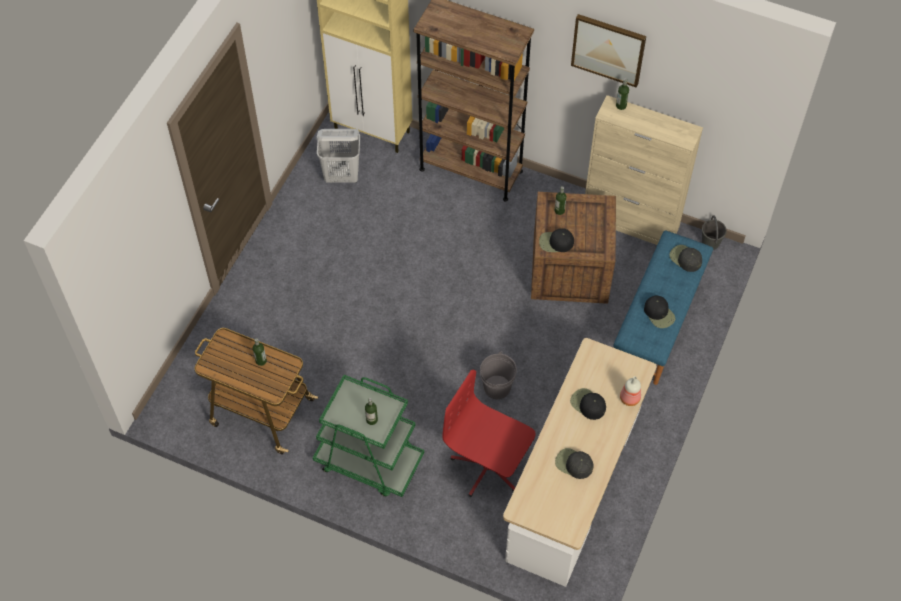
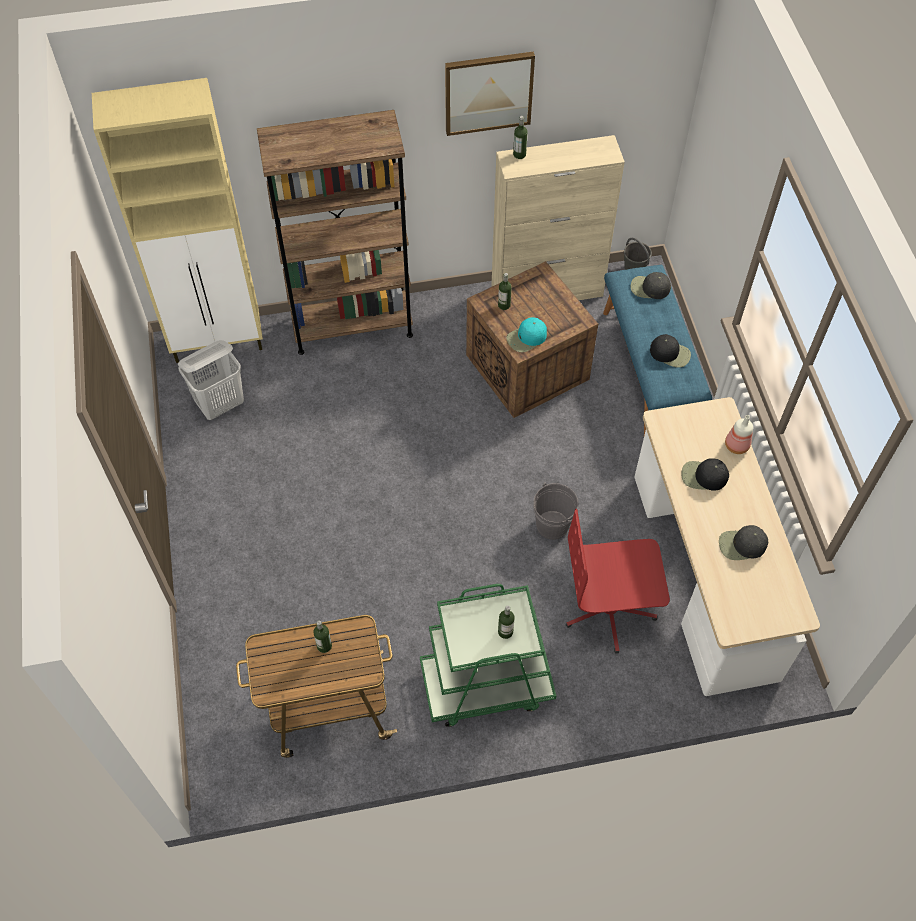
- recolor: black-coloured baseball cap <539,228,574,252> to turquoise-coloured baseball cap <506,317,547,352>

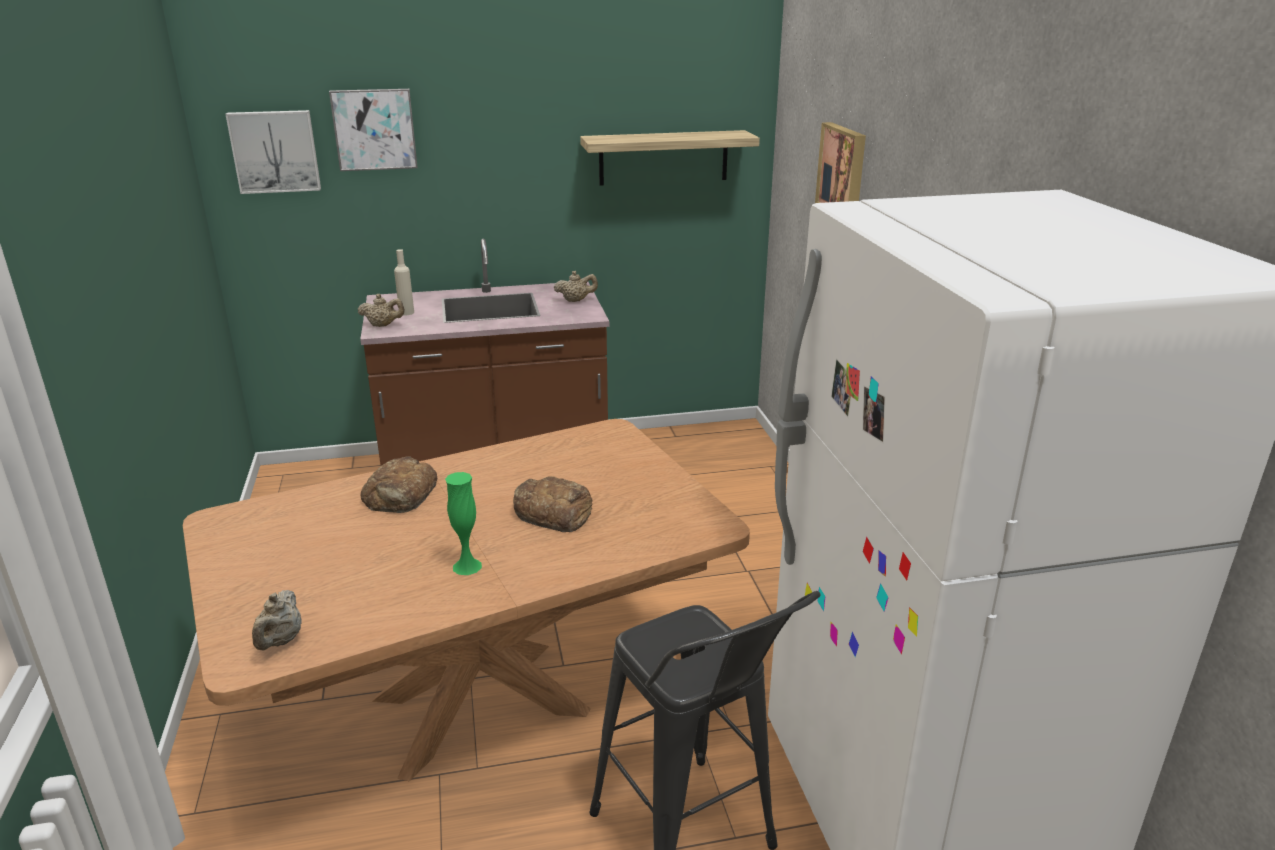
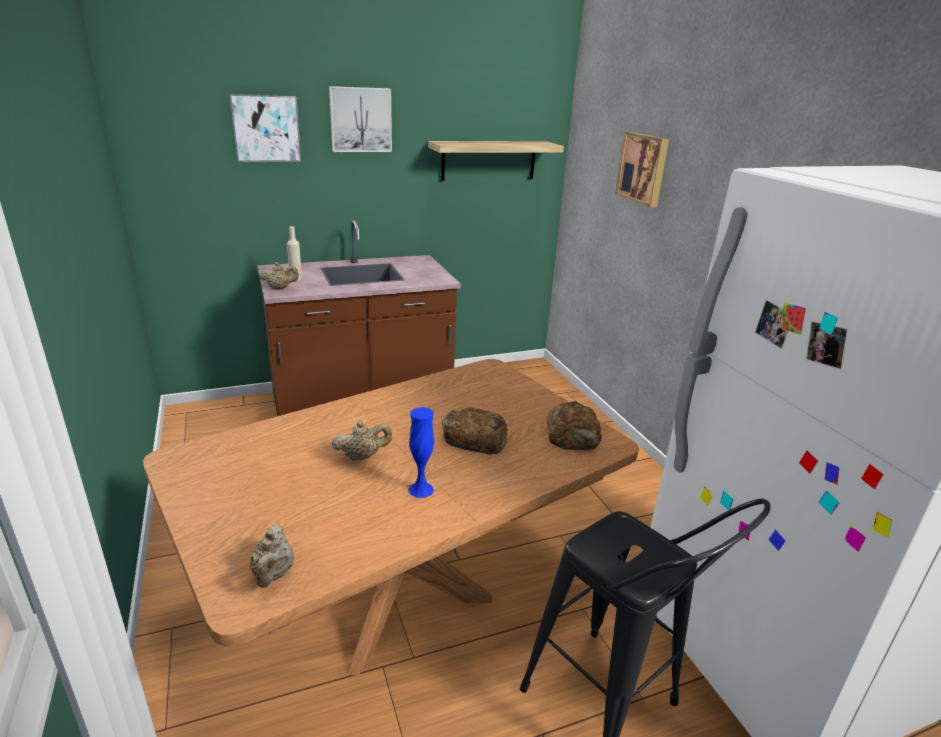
- move: picture <225,110,321,194> to <329,86,392,152>
- move: beige-coloured tea pot <554,271,598,302> to <332,421,392,461>
- move: bread <360,456,437,513> to <547,401,602,450>
- recolor: green-coloured decorative vase <445,472,482,575> to blue decorative vase <408,407,434,498>

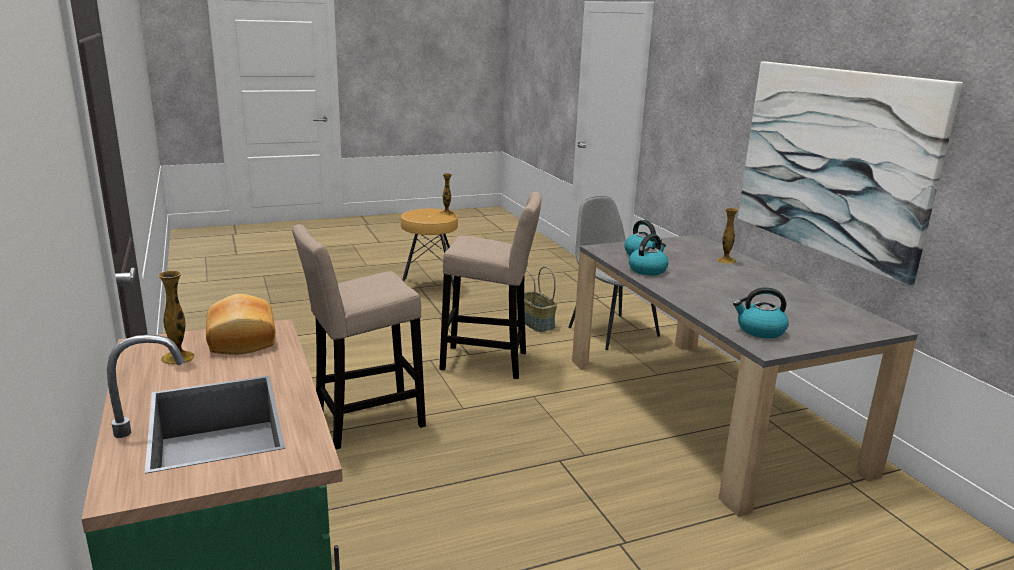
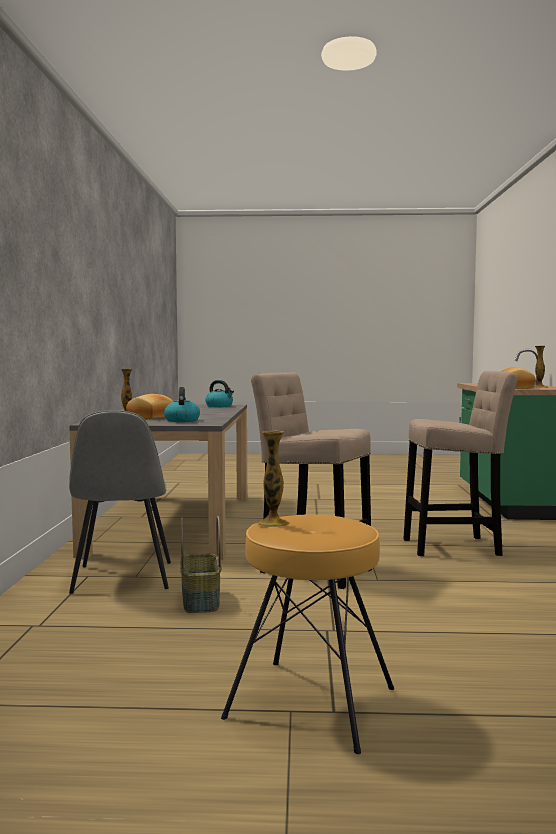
- delete: picture <738,61,962,287>
- delete: water kettle <629,234,669,276>
- insert: bread <126,394,174,420>

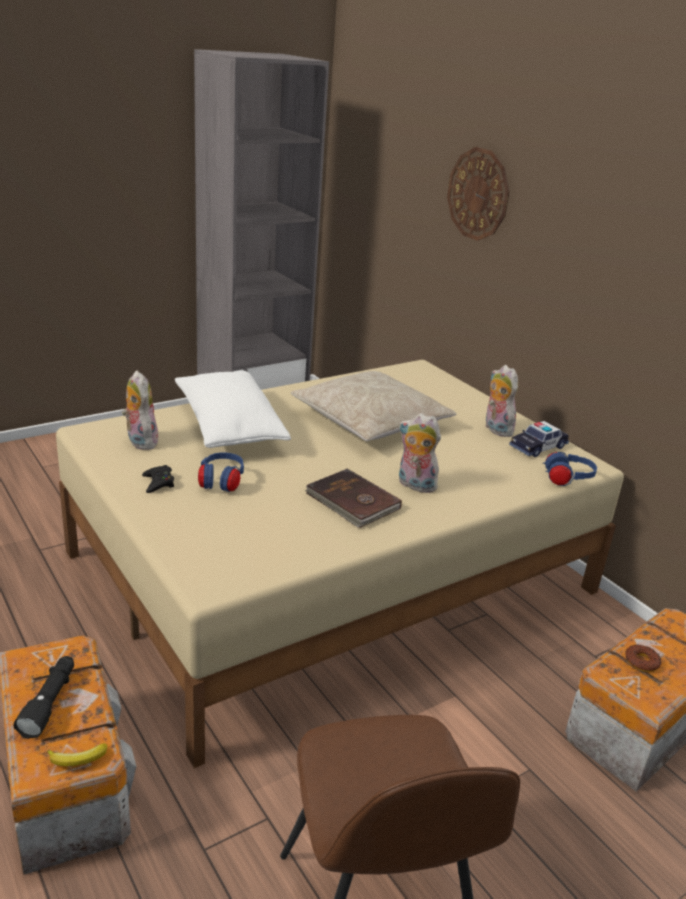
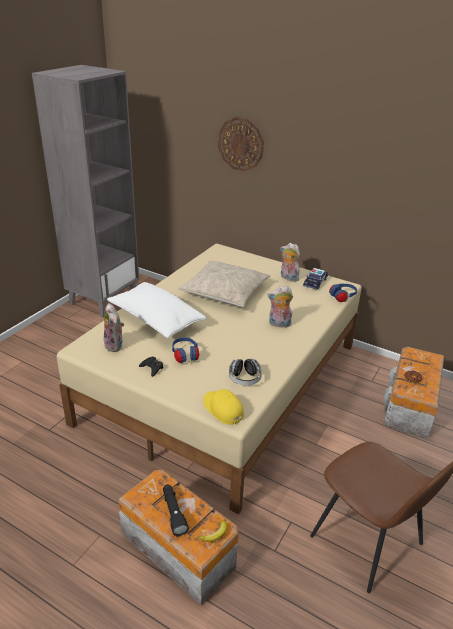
- rotate: soft toy <122,370,158,450> = <104,303,124,352> 150 degrees counterclockwise
- delete: brown volume <305,469,402,528>
- insert: headset <229,358,262,386>
- insert: yellow baseball cap <203,389,244,425>

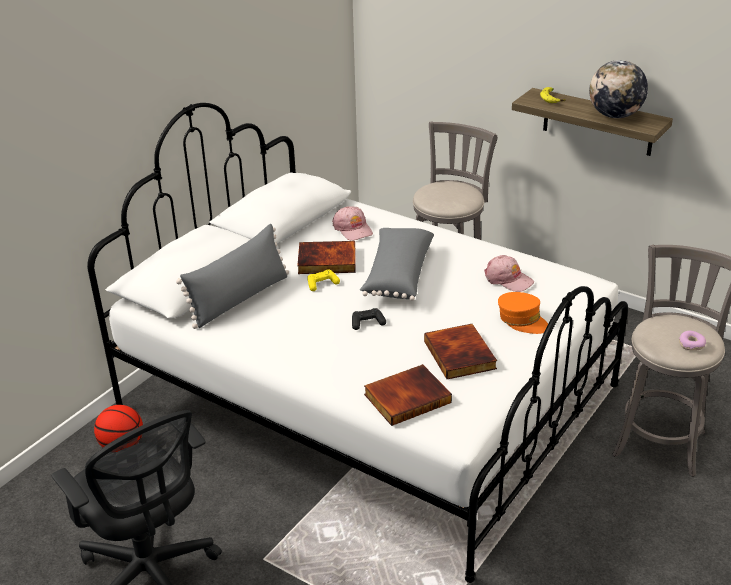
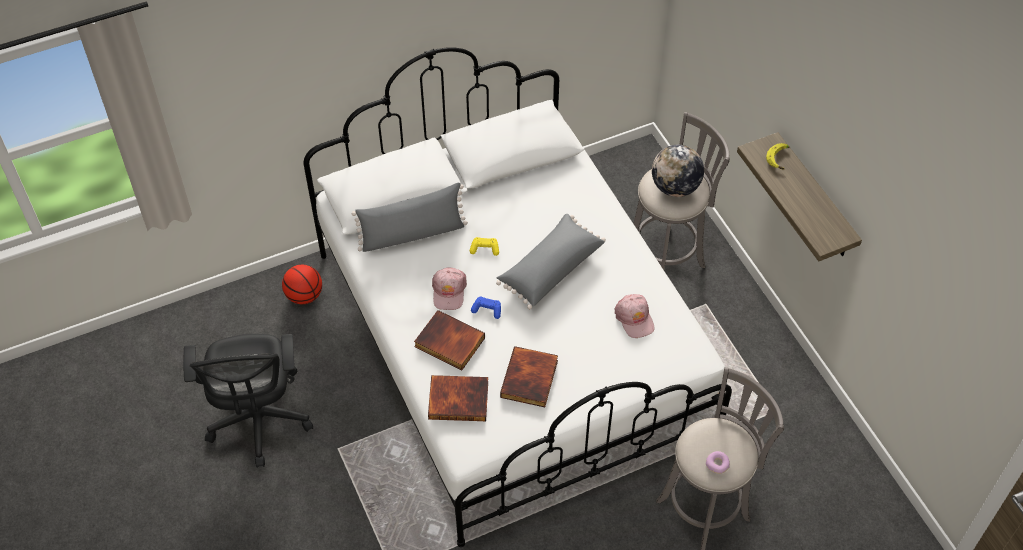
- move: world globe <589,60,648,118> to <652,145,704,197>
- move: pink-coloured baseball cap <332,206,373,241> to <432,267,467,310>
- move: volume <297,241,356,274> to <414,310,485,370>
- delete: orangey baseball cap <498,292,548,334>
- recolor: black-coloured joypad <352,308,386,330> to blue joypad <471,296,501,319>

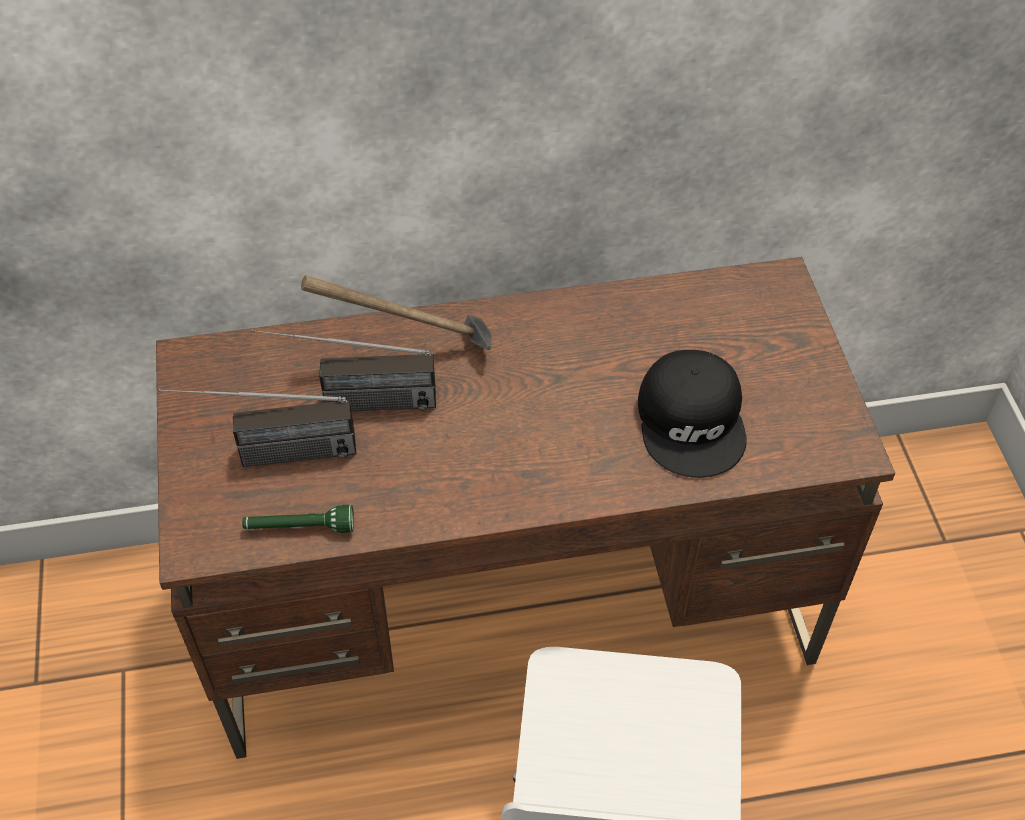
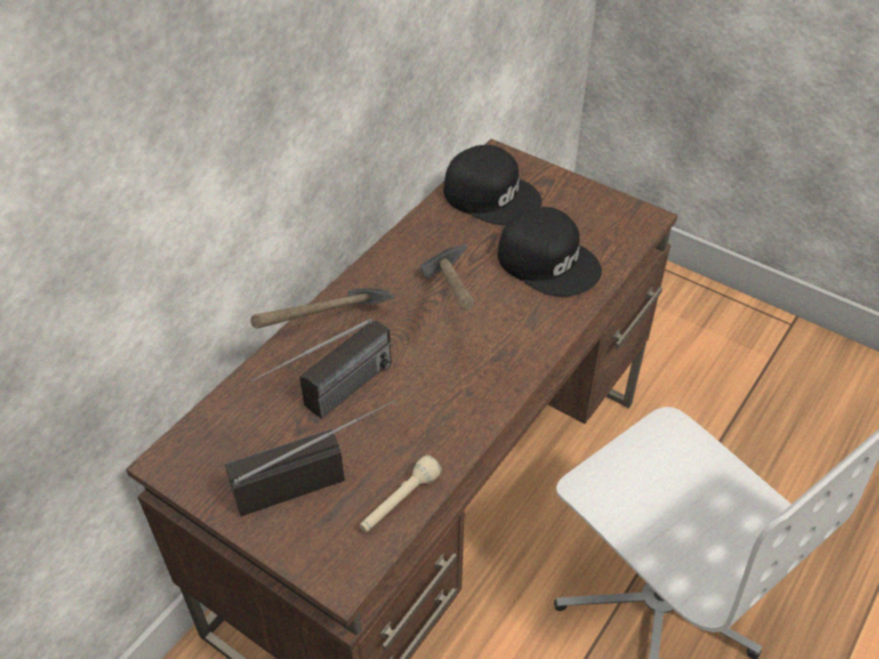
- rotate: radio set <159,389,356,467> = <225,400,395,517> 150 degrees counterclockwise
- recolor: green-coloured hand torch <242,505,354,533> to beige-coloured hand torch <360,455,442,532>
- insert: black-coloured baseball cap <444,145,542,225>
- insert: hammer <419,244,474,310>

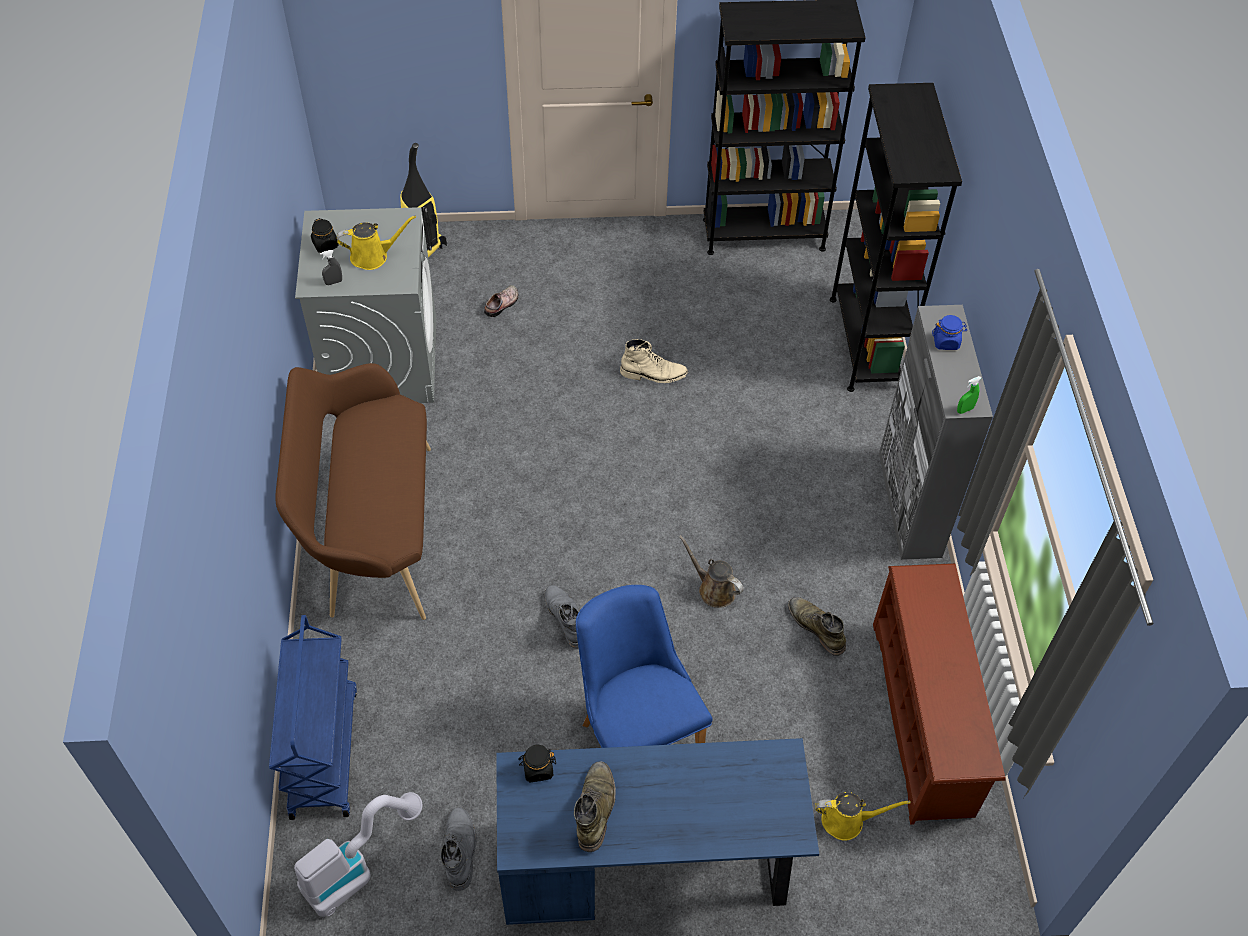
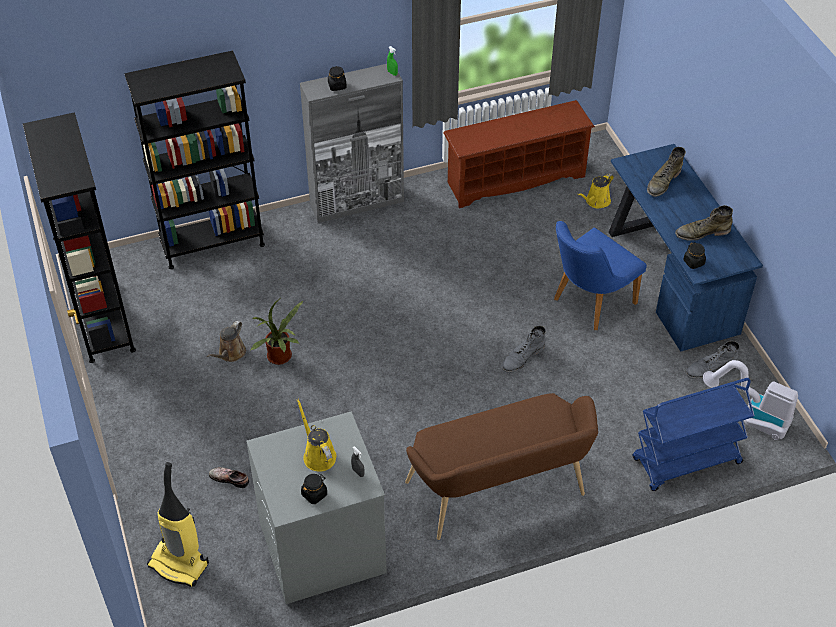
- recolor: blue storage jar <932,315,967,350> to black-coloured storage jar <328,66,347,91>
- replace: beige-coloured boot <620,339,688,383> to potted plant <250,299,303,365>
- move: brown watering pot <679,535,744,608> to <207,321,246,362>
- move: green-coloured boot <788,597,846,656> to <647,147,686,197>
- rotate: yellow watering pot <815,792,911,841> = <577,173,614,209> 120 degrees counterclockwise

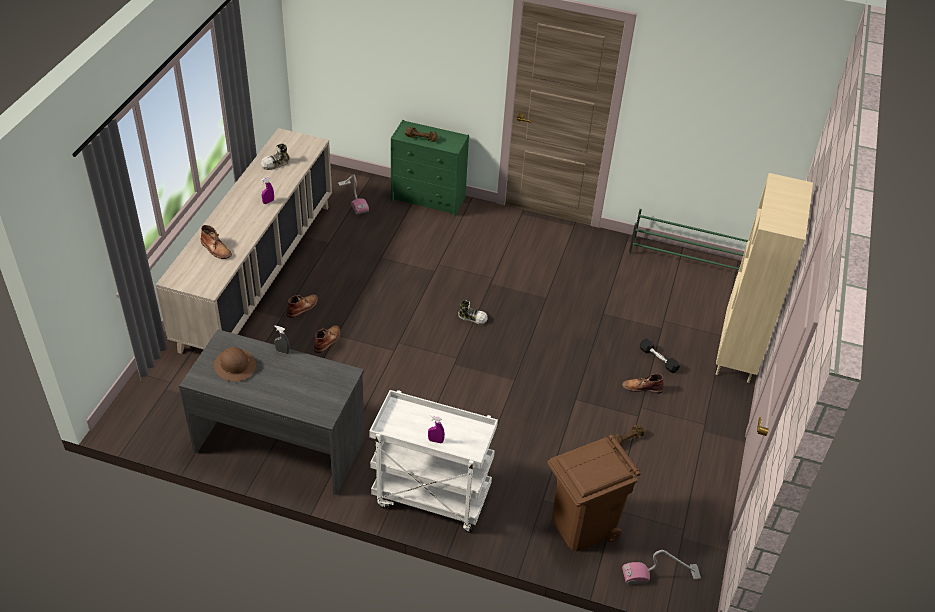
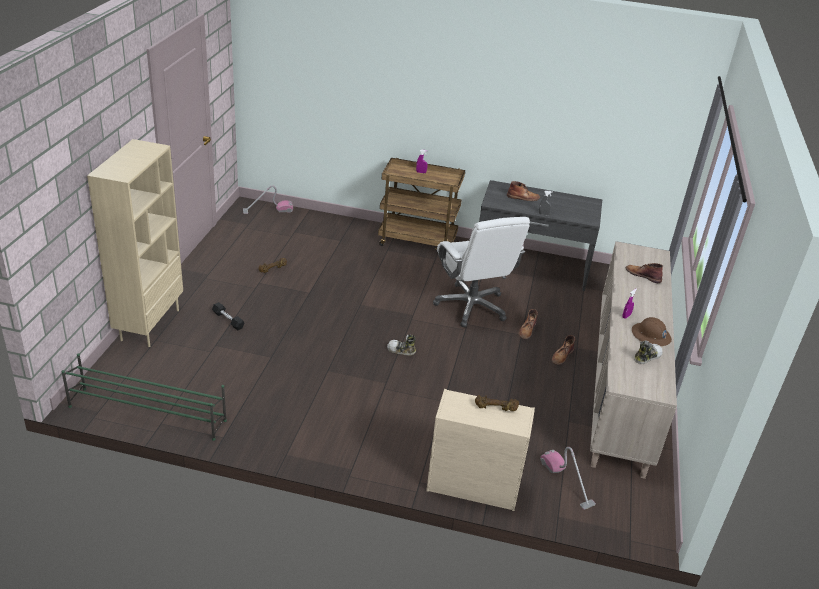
- recolor: green-coloured dresser <391,120,469,216> to beige-coloured dresser <426,389,535,511>
- move: brown hard hat <214,347,256,382> to <632,317,672,346>
- move: brown boot <622,374,664,394> to <507,181,540,201>
- recolor: white trolley <369,390,498,533> to brown trolley <378,158,465,251>
- delete: brown trash can <547,434,641,551>
- insert: white computer chair <433,217,530,327>

